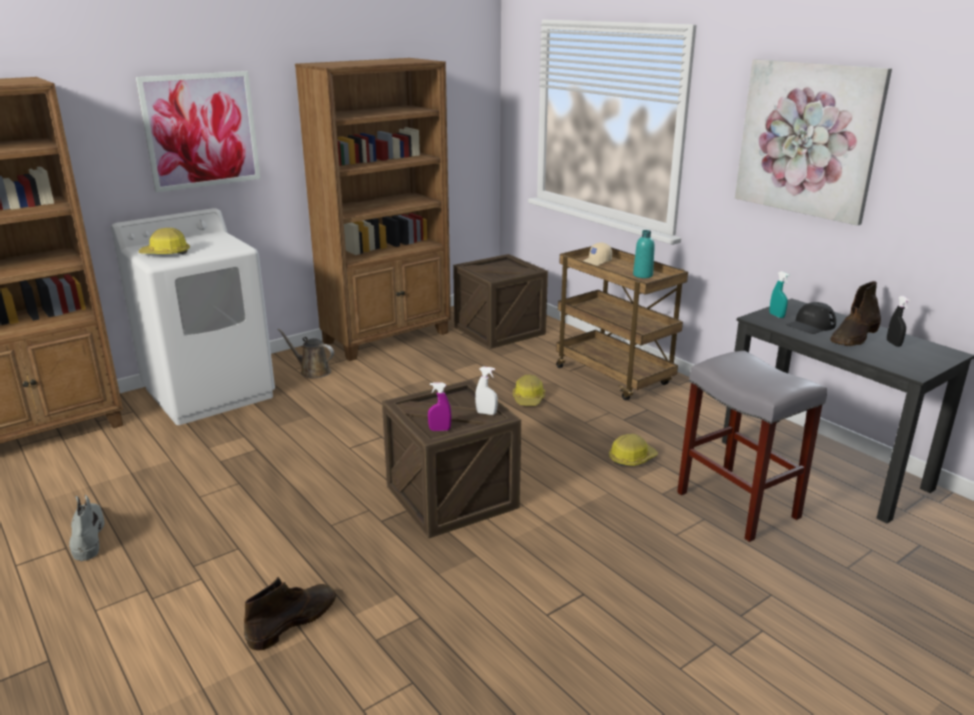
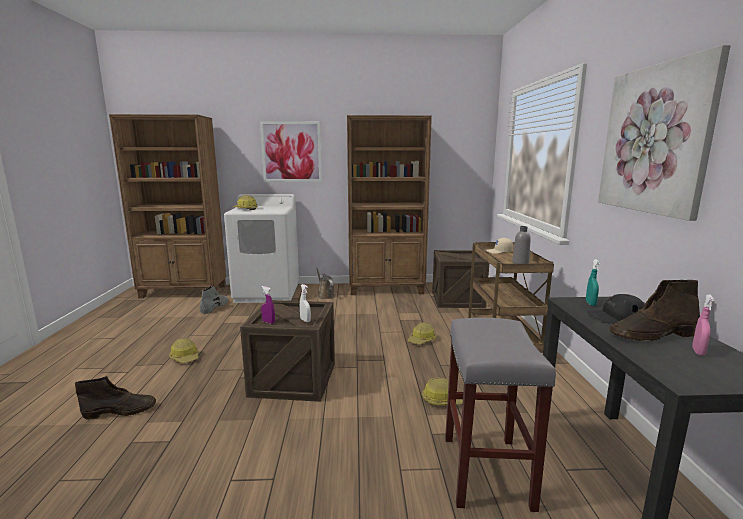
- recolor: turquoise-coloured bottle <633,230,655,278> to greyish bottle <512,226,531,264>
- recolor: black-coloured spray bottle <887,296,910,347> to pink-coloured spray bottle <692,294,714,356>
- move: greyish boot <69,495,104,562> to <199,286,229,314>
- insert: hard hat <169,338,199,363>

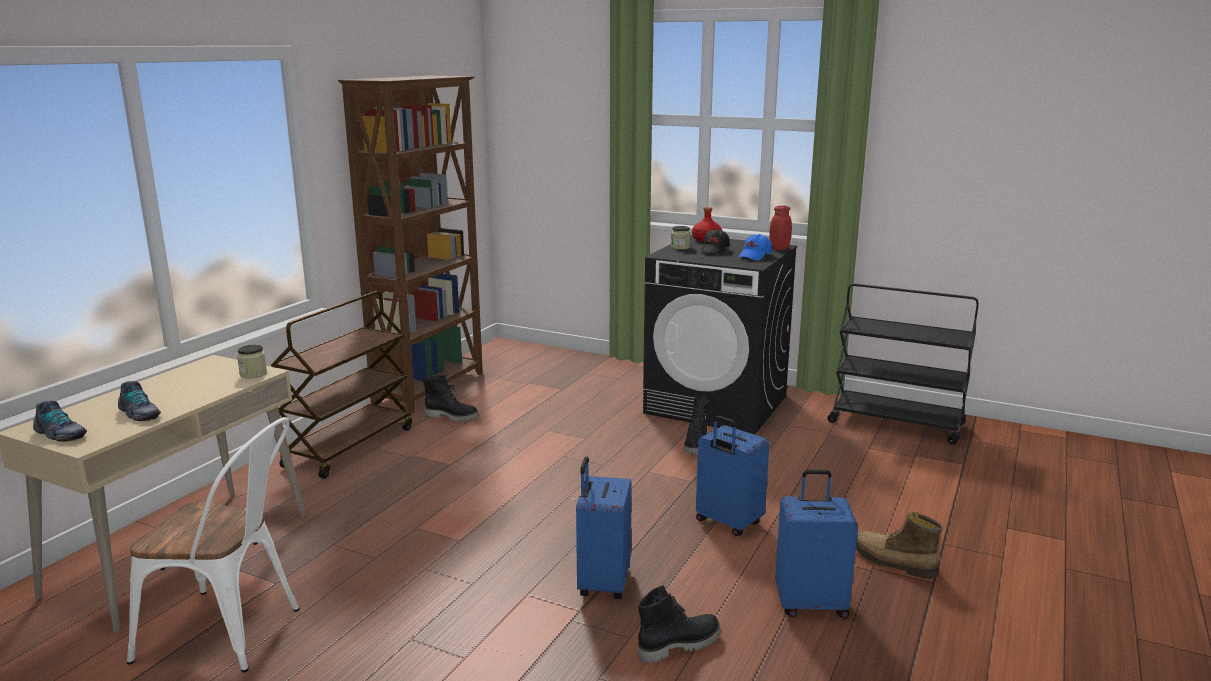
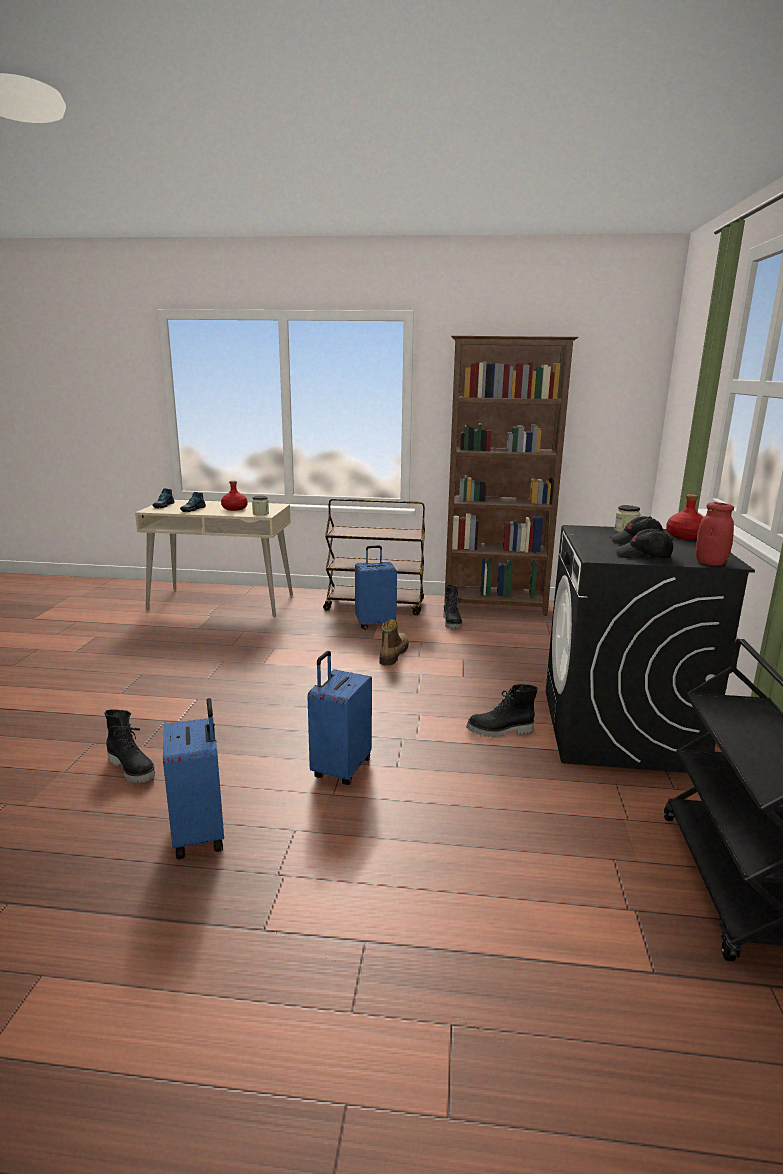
- recolor: blue baseball cap <738,234,772,260> to black-coloured baseball cap <615,529,673,558>
- delete: white plain chair <127,417,300,672>
- move: blue suitcase <576,457,631,599> to <355,545,397,630>
- move: boot <856,512,943,579> to <379,619,409,666>
- insert: reddish bottle <221,481,248,511>

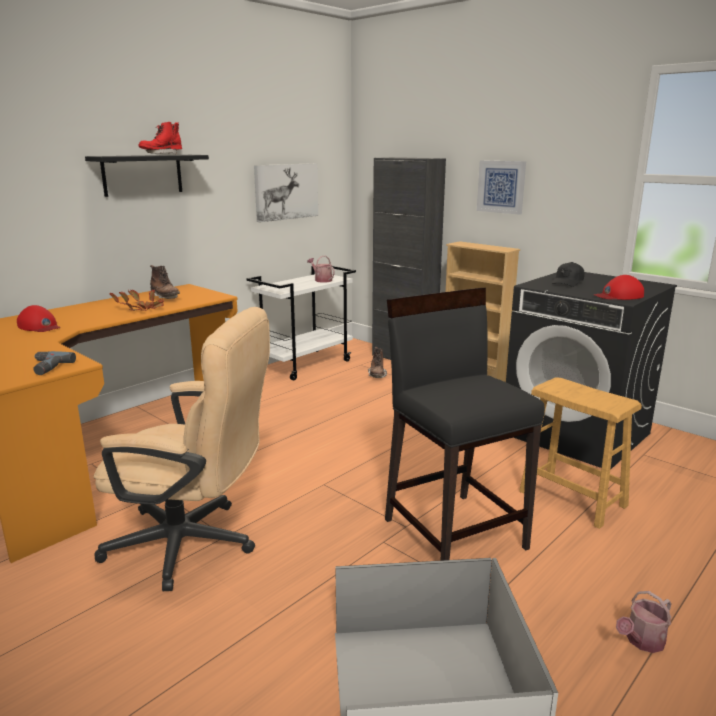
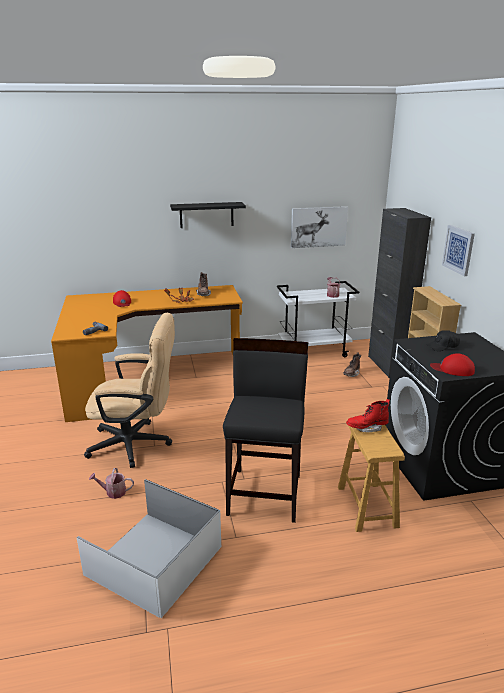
- move: reddish boot <139,122,182,155> to <346,399,390,432>
- rotate: beige-coloured computer chair <94,307,270,591> = <84,313,175,468> 45 degrees counterclockwise
- move: watering pot <616,591,671,653> to <89,468,134,499>

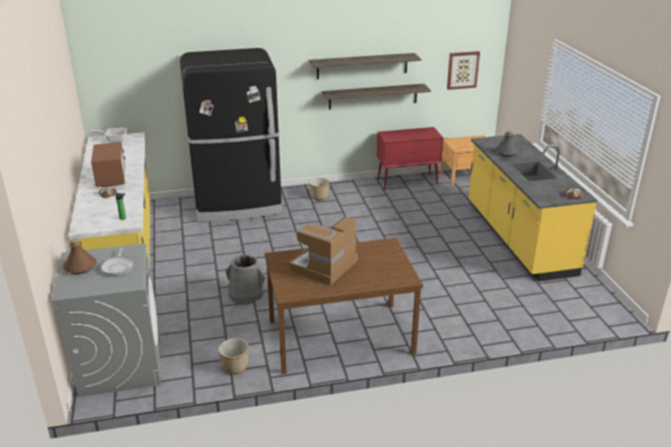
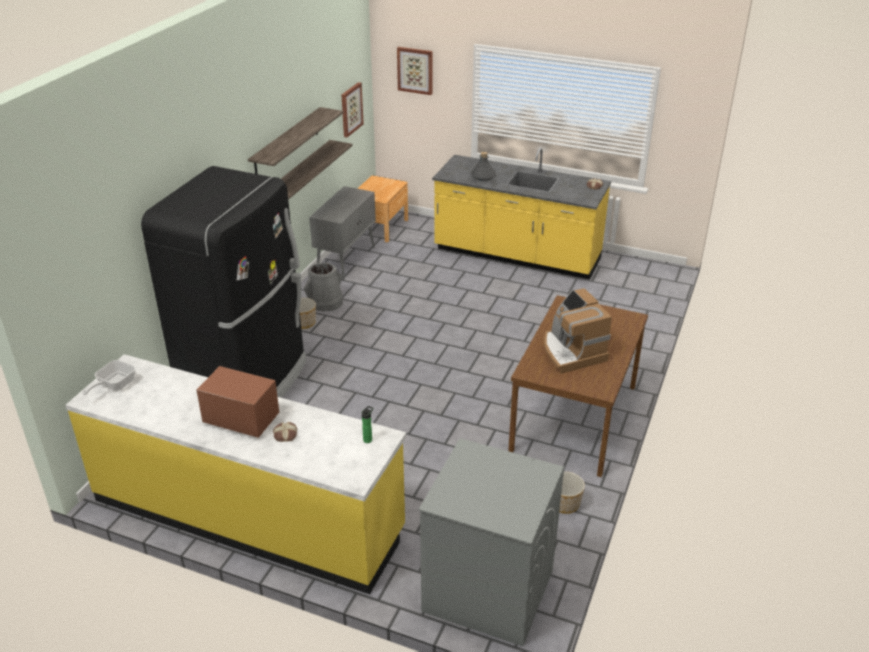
- recolor: reddish storage cabinet <377,127,444,190> to greyish storage cabinet <309,186,376,280>
- delete: brown bottle <63,238,97,274>
- delete: skillet <101,247,134,276>
- move: greyish water bucket <226,254,266,305> to <304,263,343,312>
- insert: picture <397,47,432,95>

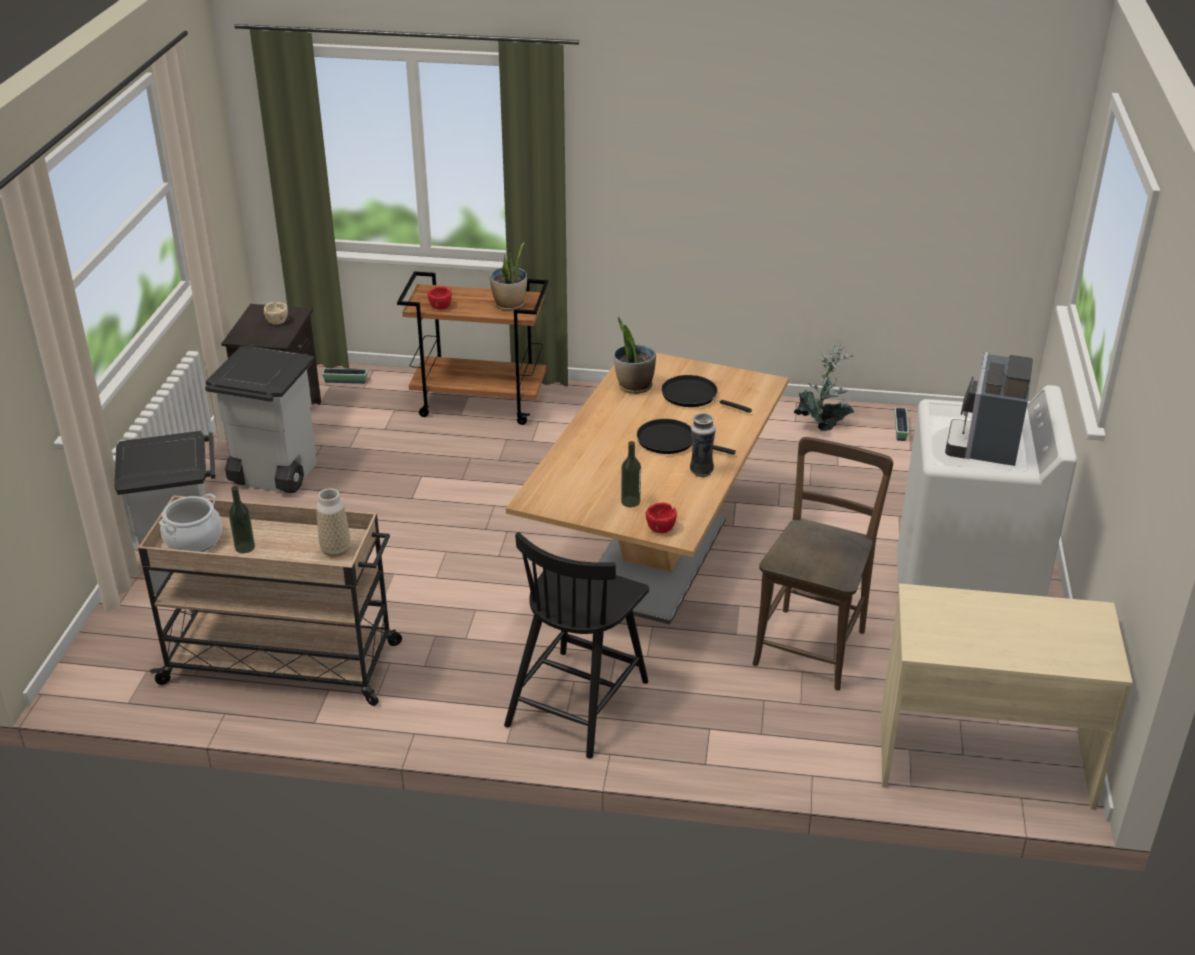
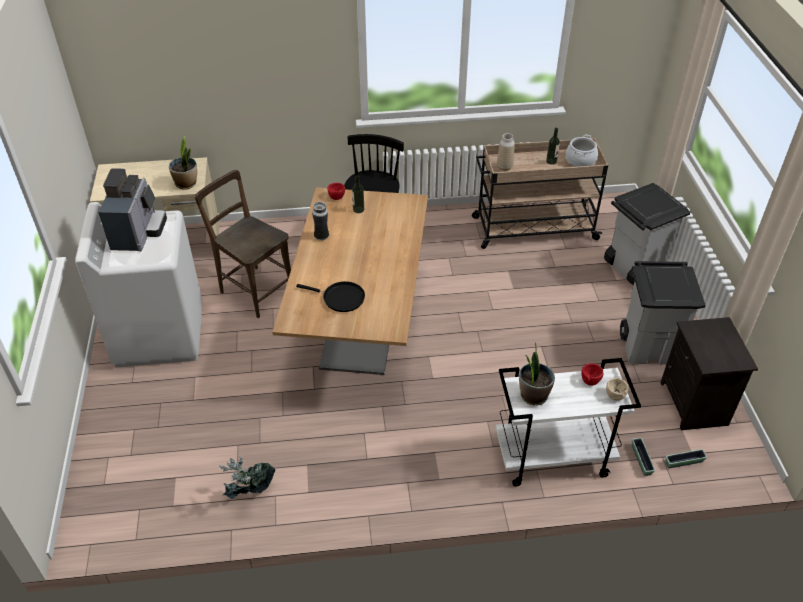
- recolor: brown trolley <397,271,548,425> to white trolley <496,358,641,486>
- move: beige-coloured bowl <264,302,288,325> to <606,378,629,401>
- move: potted plant <614,317,656,394> to <169,136,197,190>
- move: flower pot <895,407,909,441> to <632,438,655,476>
- delete: black-coloured skillet <637,419,736,455>
- rotate: brown plain chair <752,437,893,690> = <195,170,291,318> 120 degrees clockwise

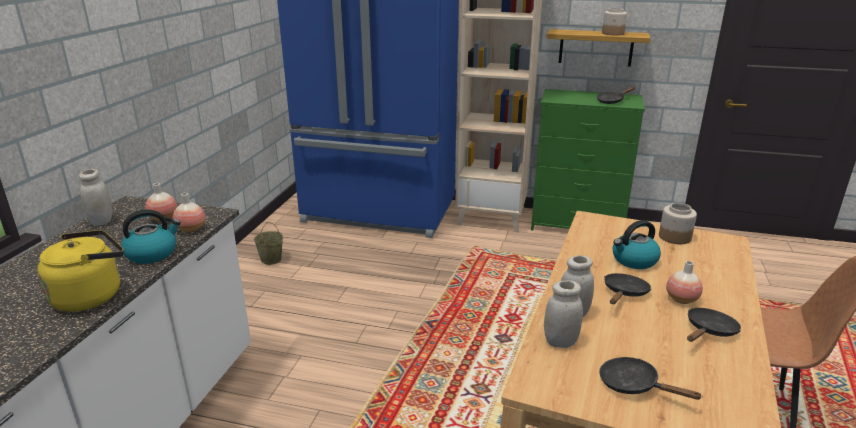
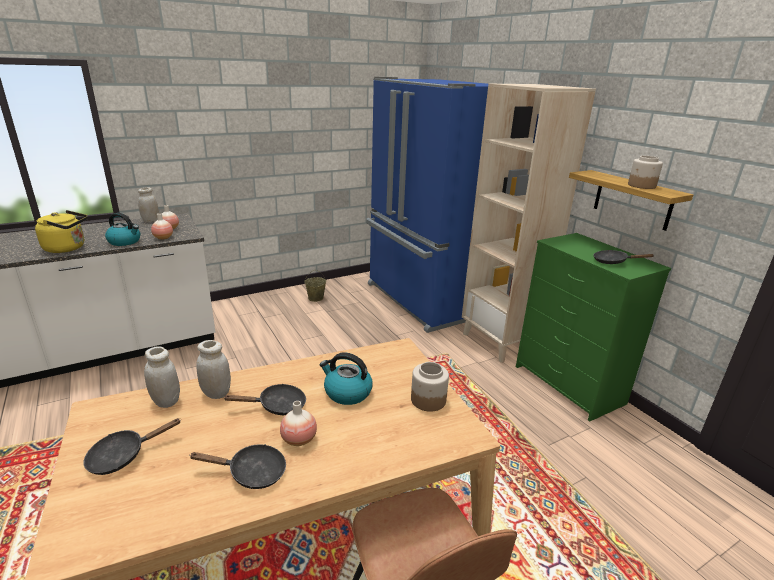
- rotate: black-coloured skillet <599,357,703,400> = <83,418,181,475> 120 degrees counterclockwise

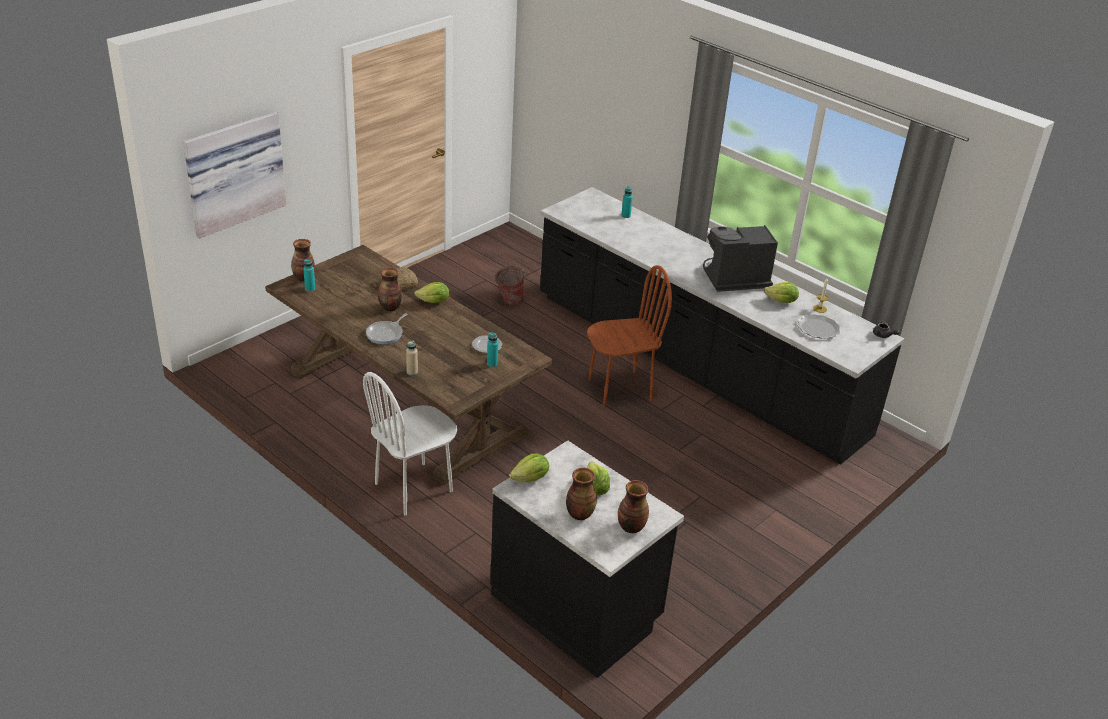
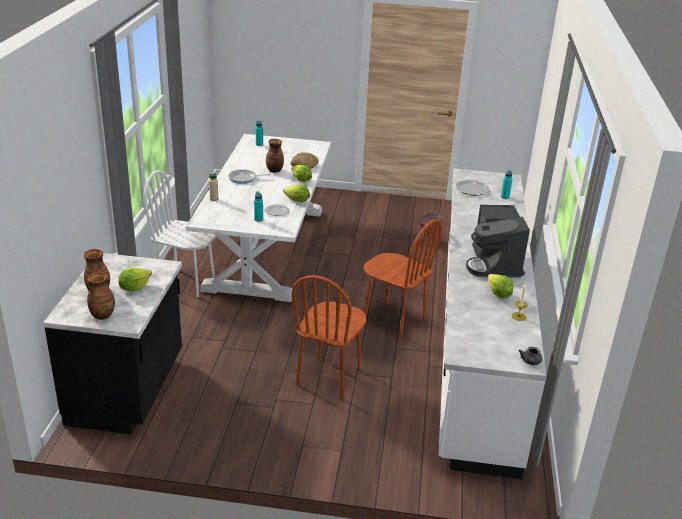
- delete: picture <183,112,286,238>
- recolor: black-coloured kitchen base unit <540,187,904,465> to white kitchen base unit <438,168,546,479>
- rotate: coffee maker <703,225,778,292> = <466,205,530,277> 135 degrees counterclockwise
- delete: decorative vase <291,239,315,281>
- recolor: brown dining table <265,245,553,485> to white dining table <185,134,331,302>
- move: plate <798,314,840,339> to <456,180,490,196>
- move: lettuce <509,453,549,482> to <283,184,310,202>
- insert: brown plain chair <292,275,367,399>

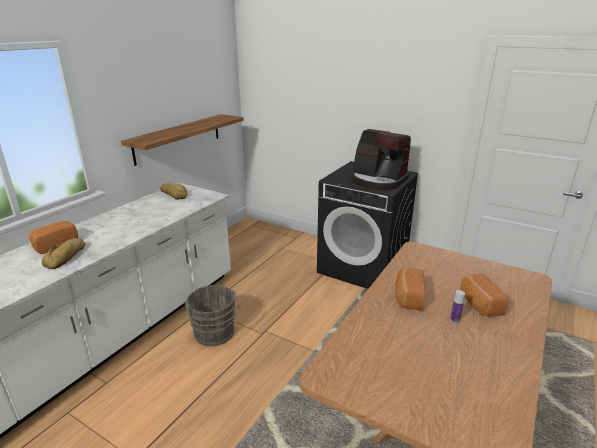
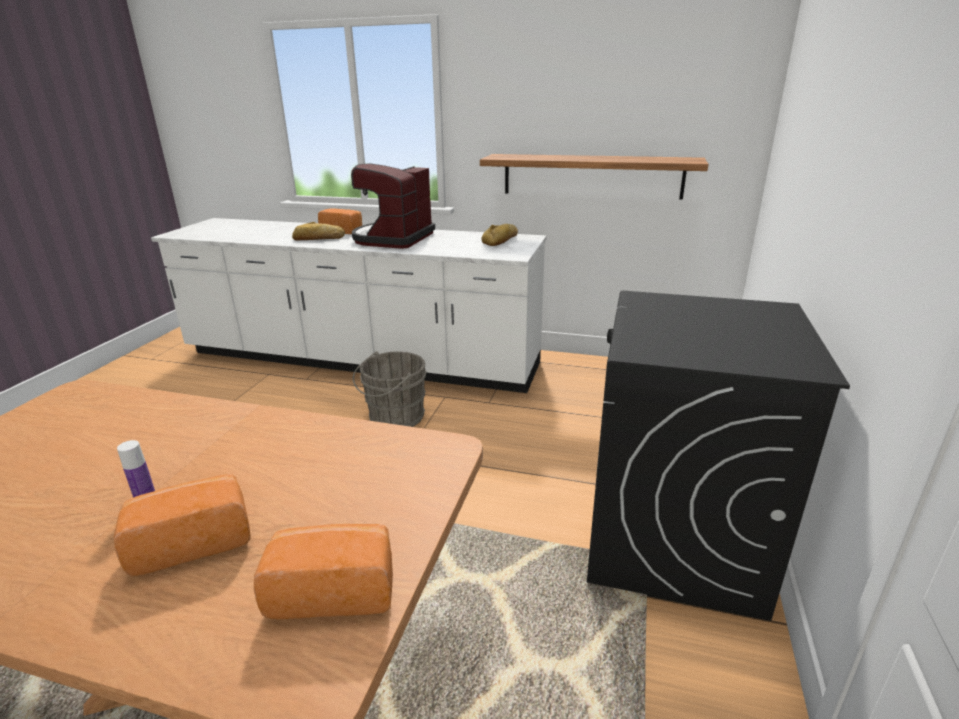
- move: coffee maker <351,129,411,190> to <351,164,435,249>
- move: bread <395,268,425,310> to <254,524,393,619>

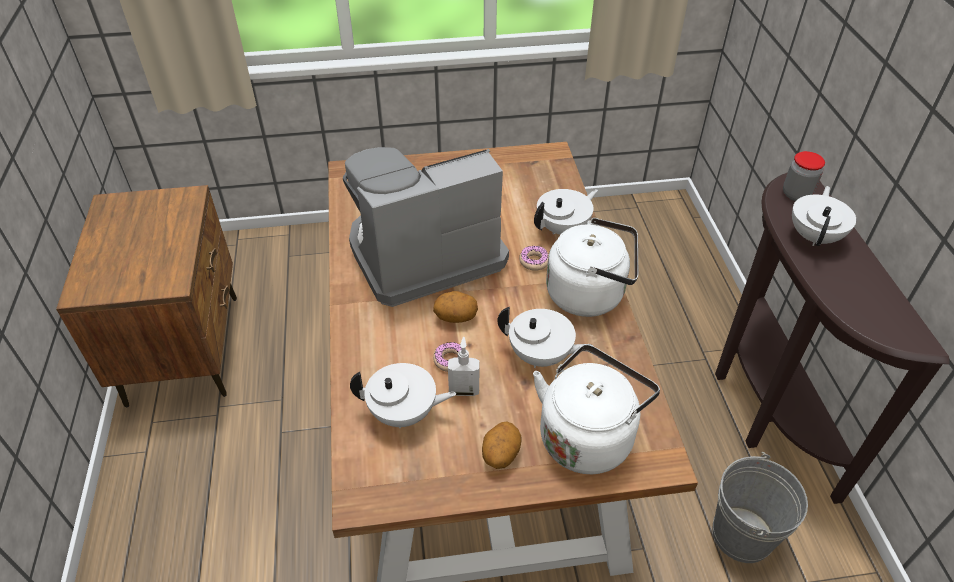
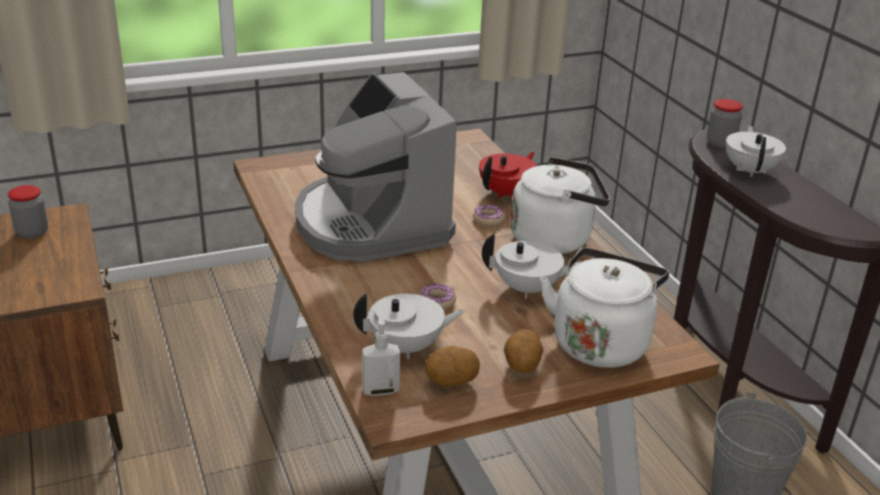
- rotate: coffee maker <343,147,509,307> = <295,72,457,261> 75 degrees counterclockwise
- recolor: white tea pot <534,189,598,235> to reddish tea pot <479,152,537,198>
- move: whole potato <433,291,478,323> to <425,346,480,387>
- move: soap dispenser <448,337,479,396> to <362,315,400,396>
- insert: storage jar <8,185,48,238>

